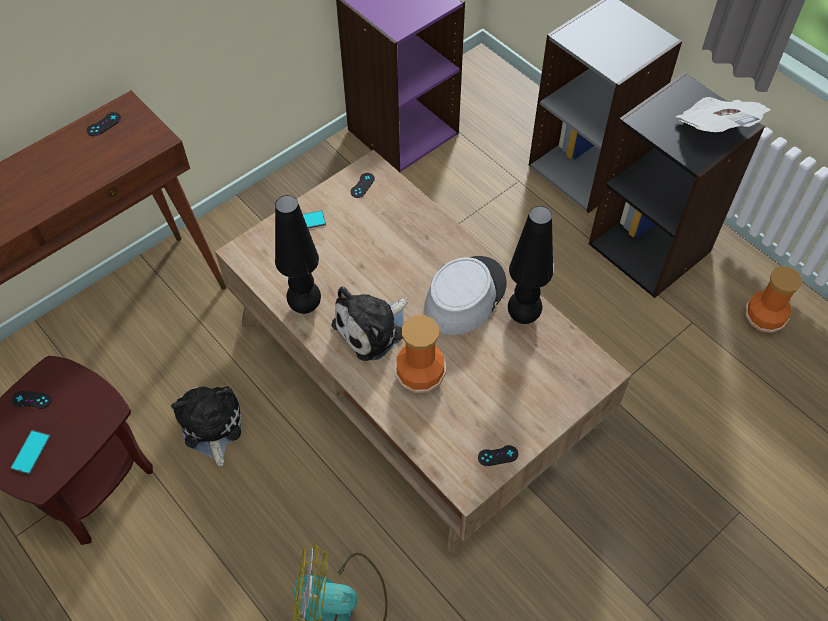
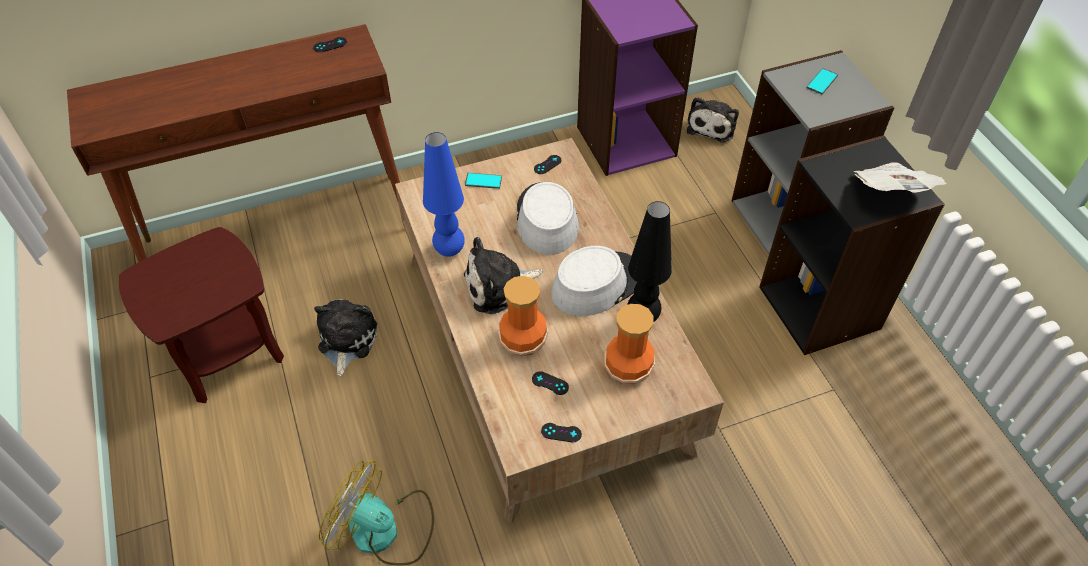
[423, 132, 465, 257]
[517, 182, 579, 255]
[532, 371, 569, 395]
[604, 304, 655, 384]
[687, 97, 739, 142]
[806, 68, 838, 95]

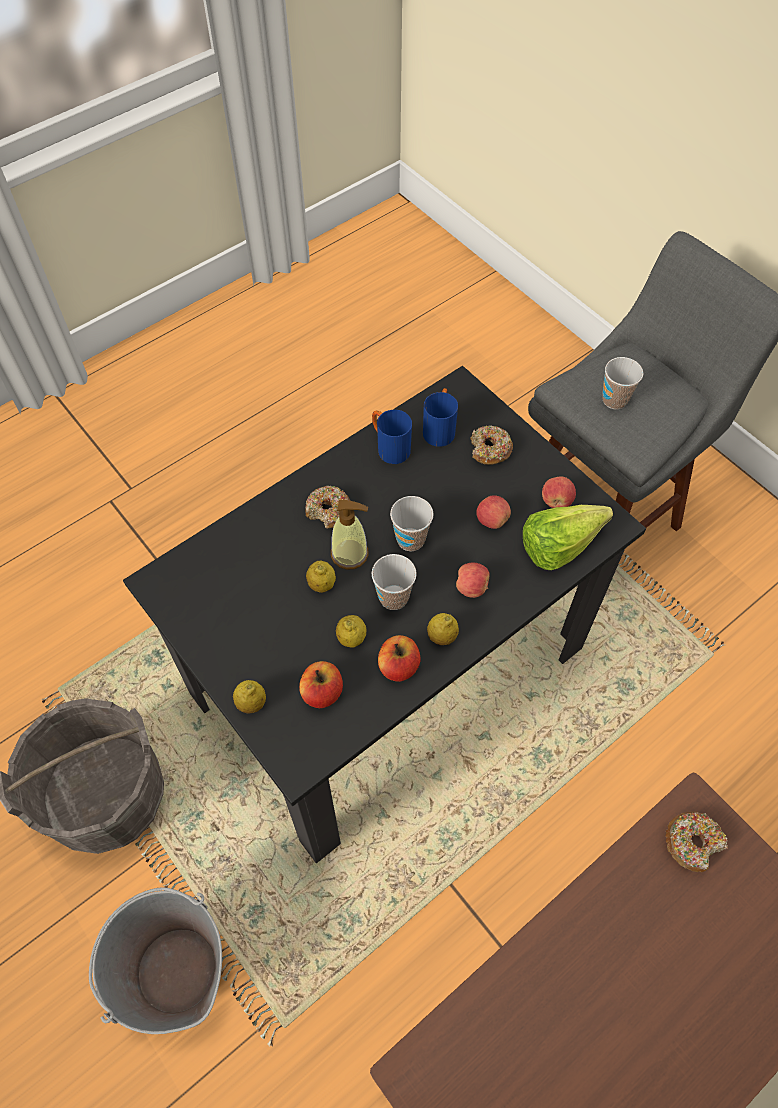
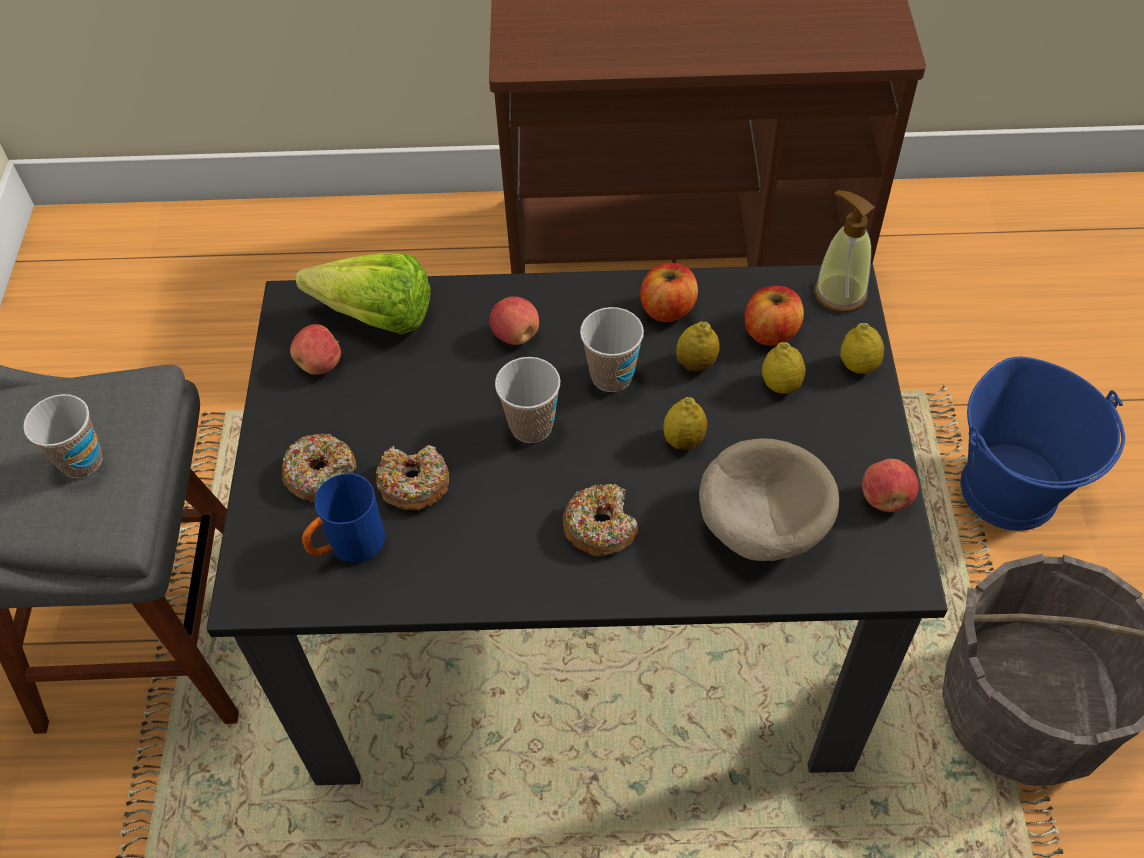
[376, 445, 449, 510]
[699, 438, 839, 561]
[762, 342, 806, 394]
[814, 190, 875, 312]
[862, 459, 919, 512]
[960, 357, 1125, 531]
[372, 410, 412, 464] (first image)

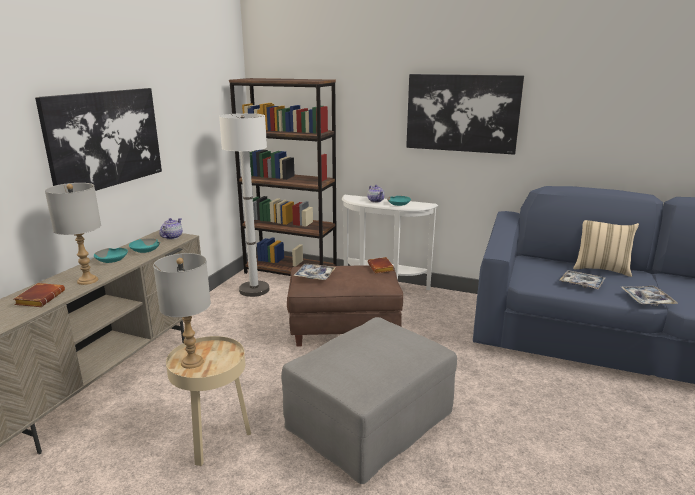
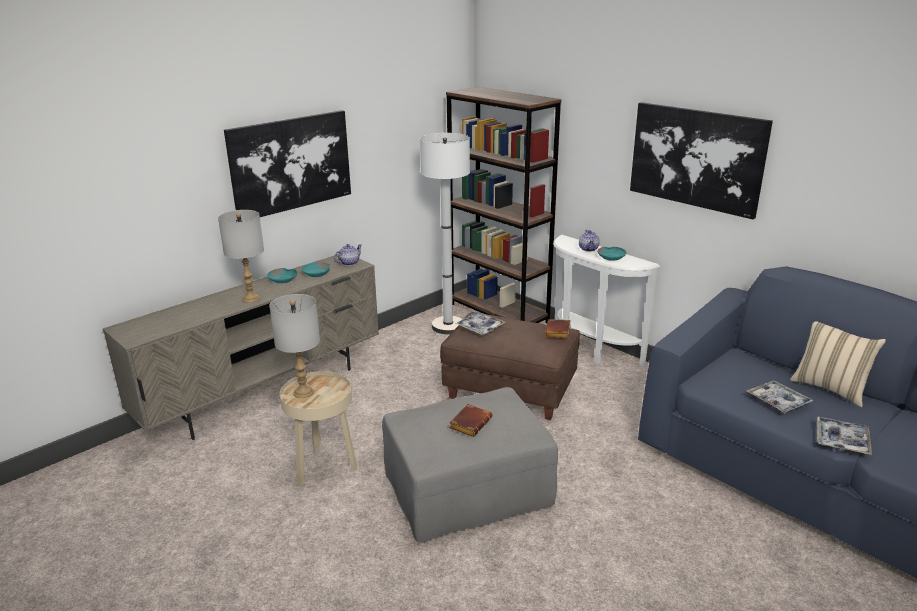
[449, 404, 492, 437]

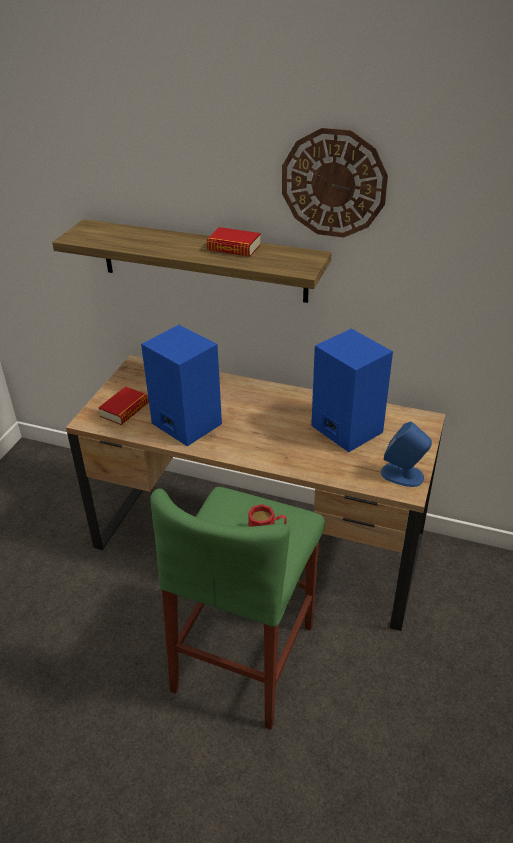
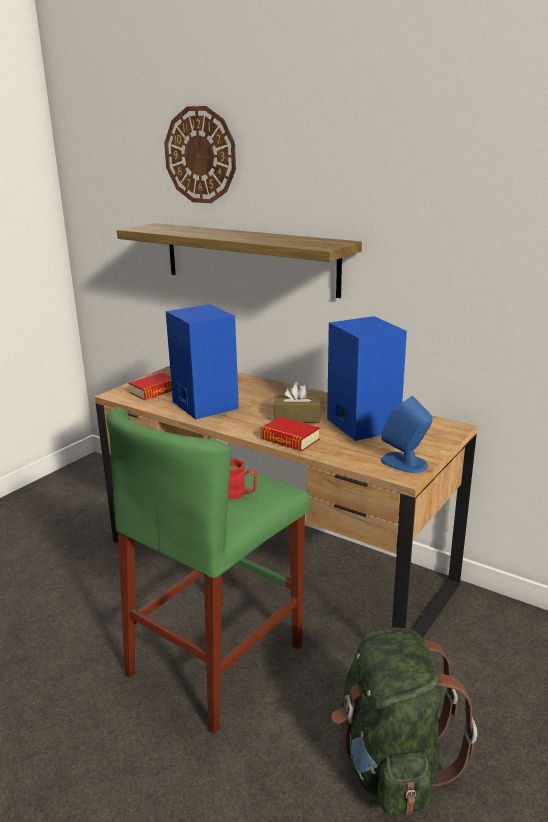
[164, 106, 236, 203]
[260, 417, 320, 451]
[274, 382, 321, 423]
[331, 628, 477, 816]

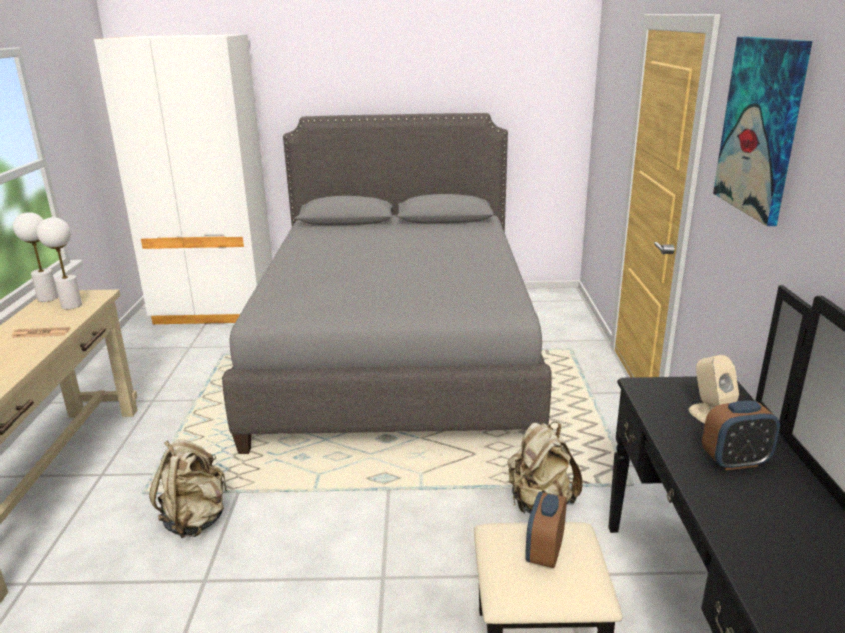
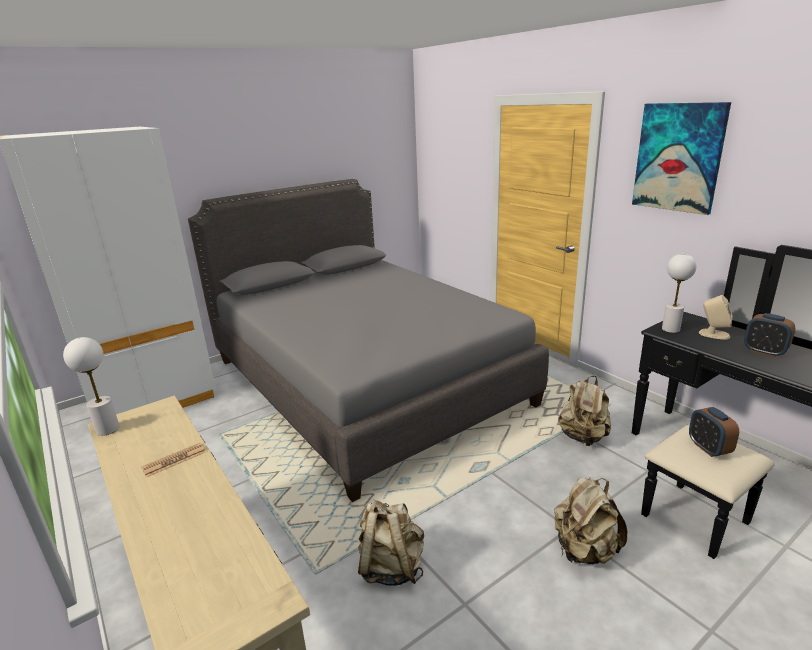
[554, 477, 627, 564]
[662, 254, 697, 333]
[744, 313, 795, 357]

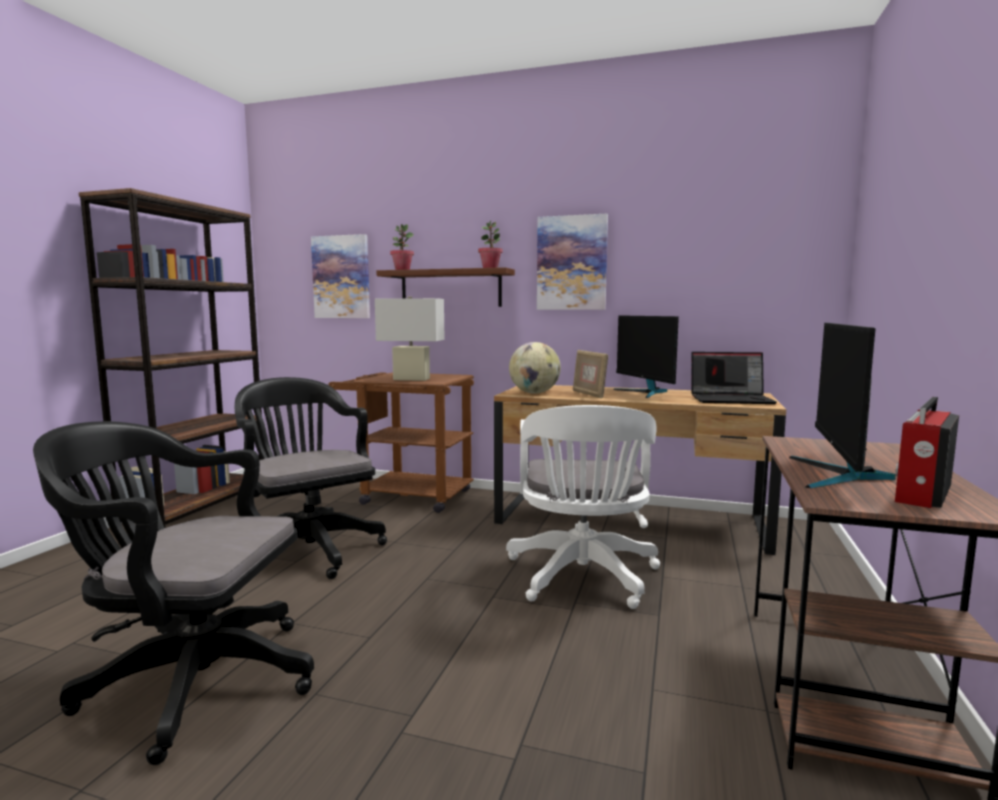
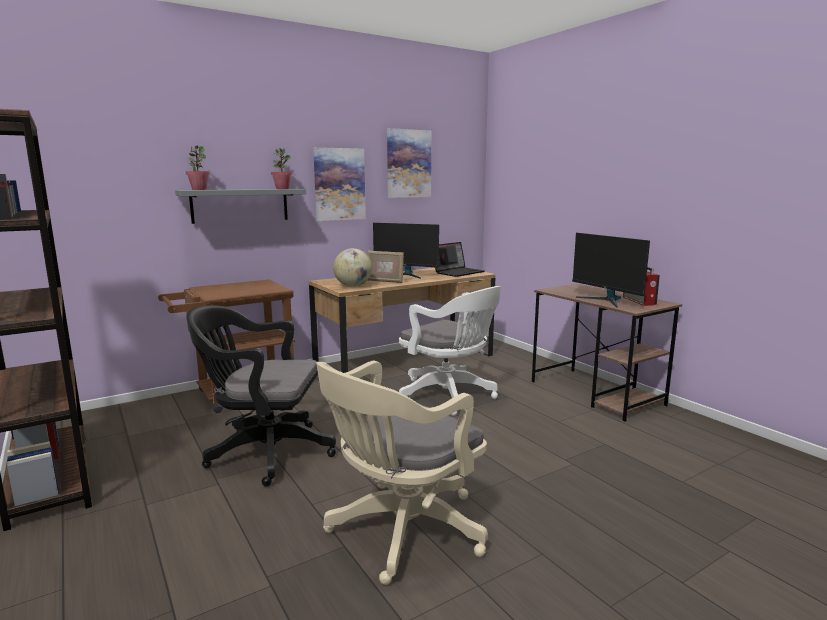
[175, 189, 306, 224]
[316, 361, 488, 585]
[387, 128, 431, 198]
[375, 297, 444, 381] (first image)

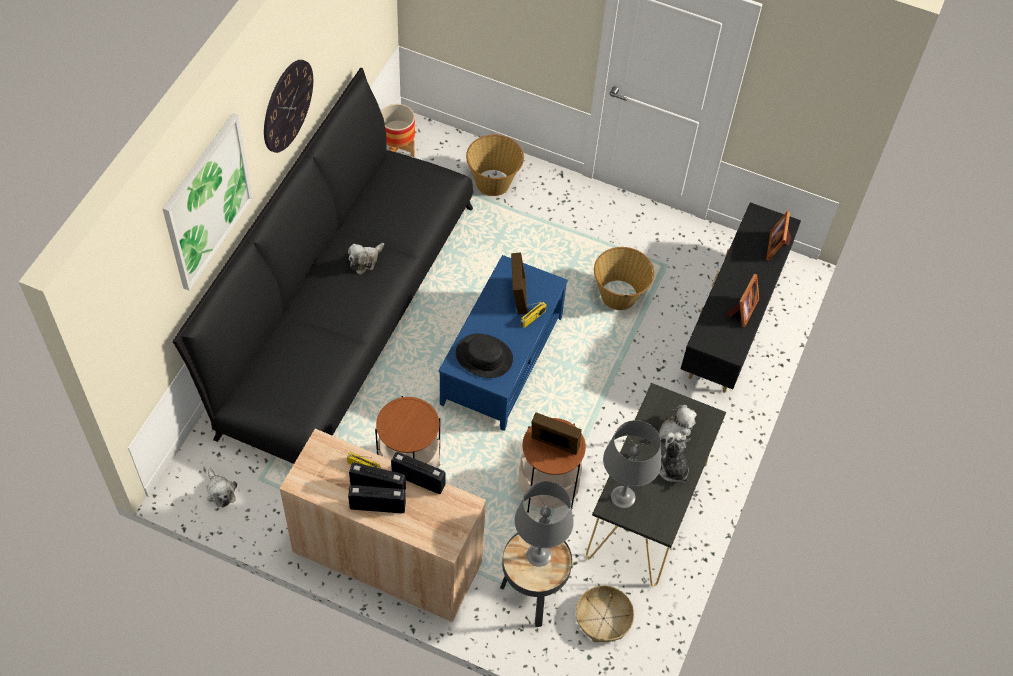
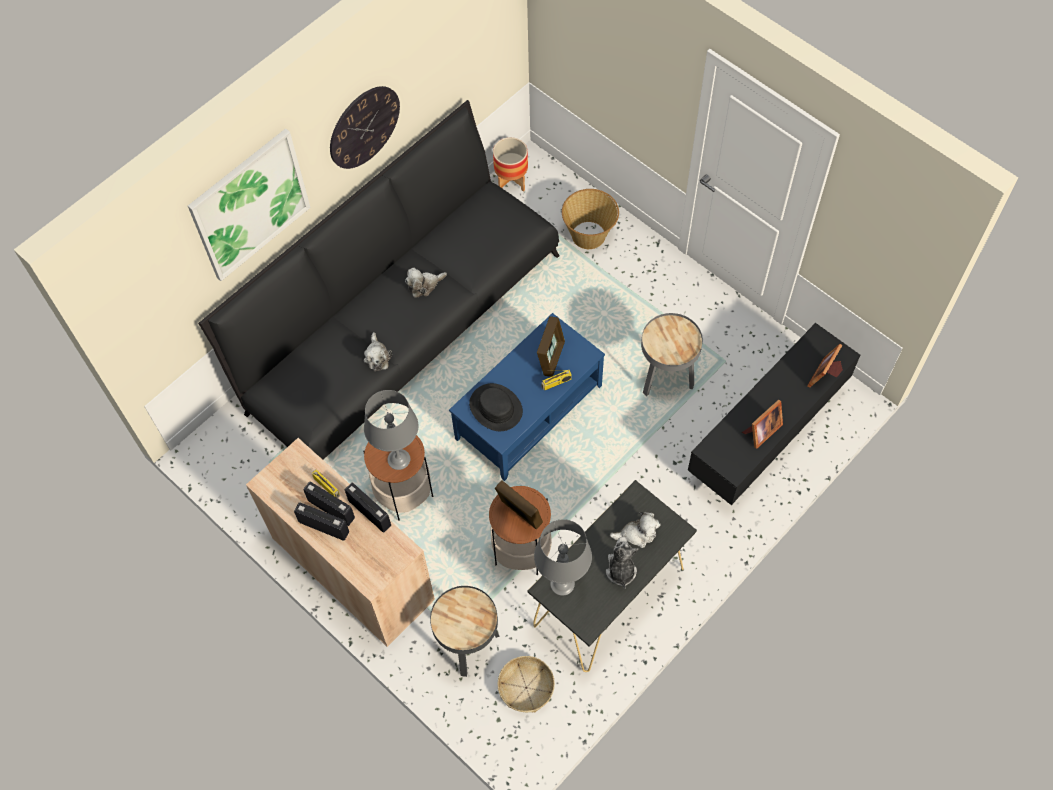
[364, 332, 392, 371]
[364, 390, 418, 470]
[641, 313, 703, 396]

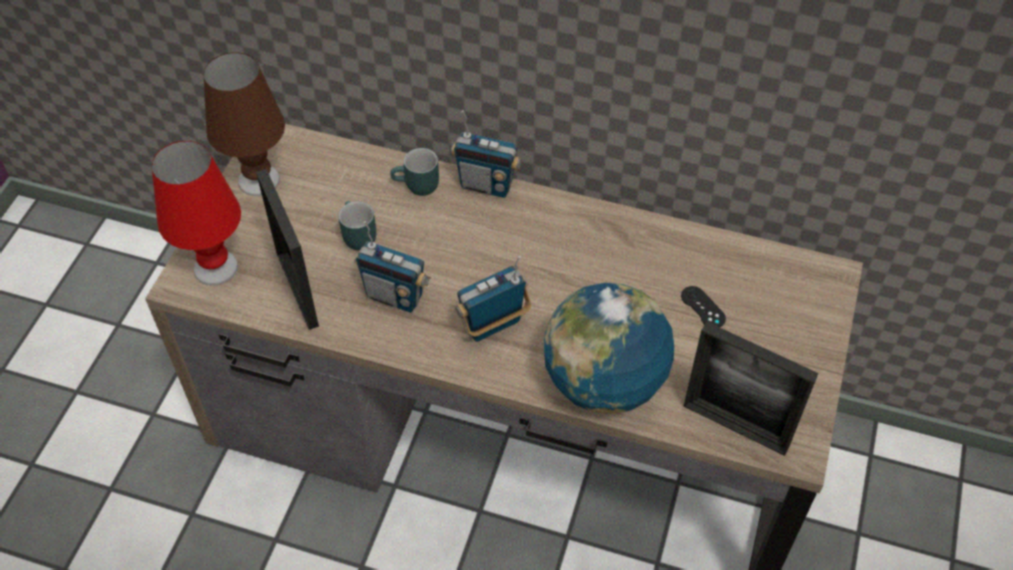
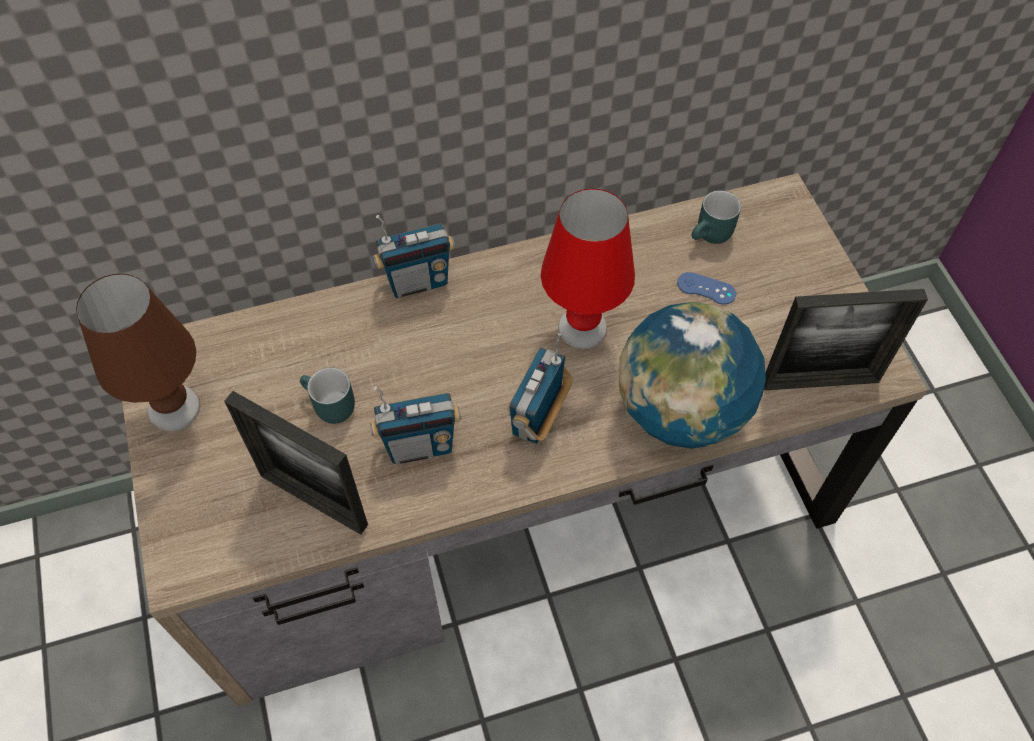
[541, 188, 635, 349]
[677, 272, 736, 305]
[691, 190, 741, 244]

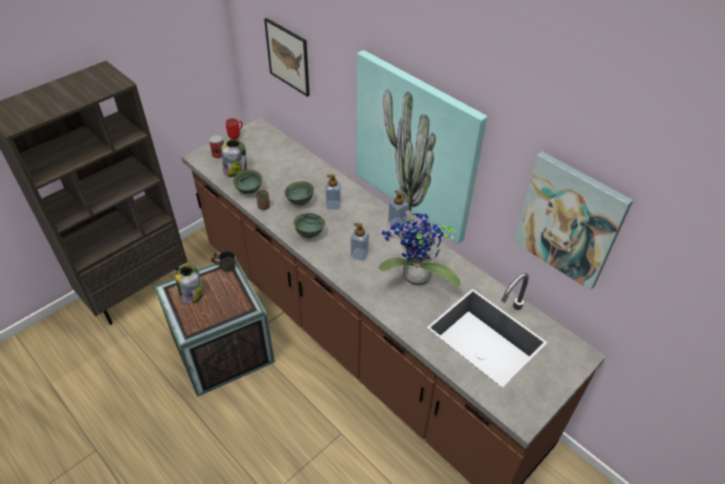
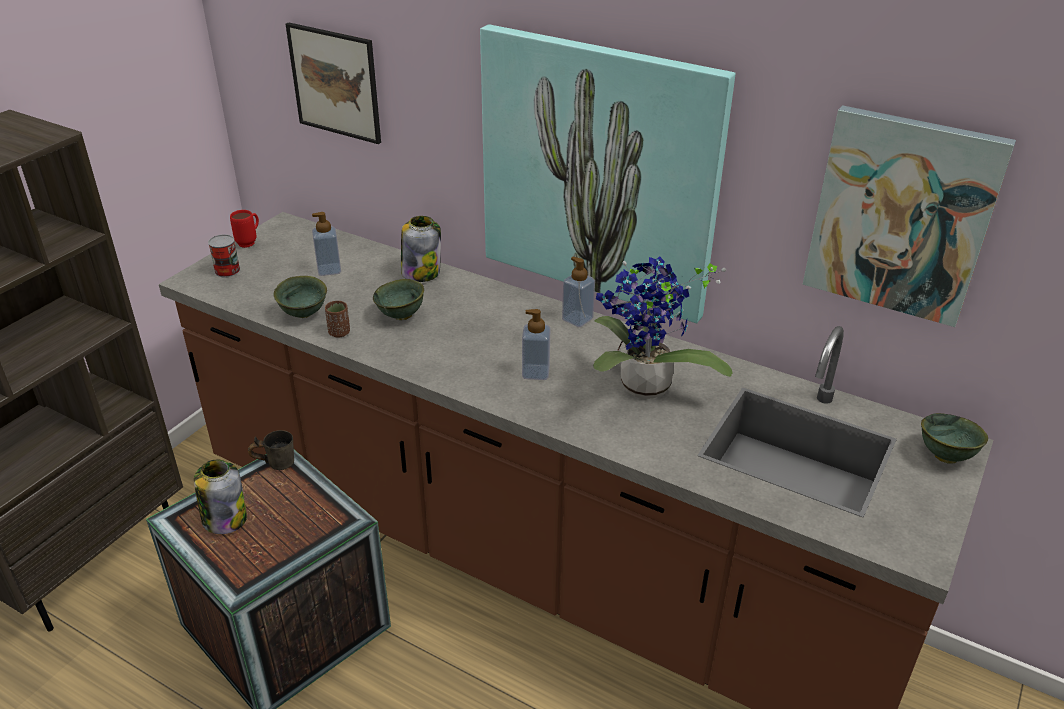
[312, 212, 341, 276]
[401, 216, 441, 282]
[921, 413, 988, 464]

